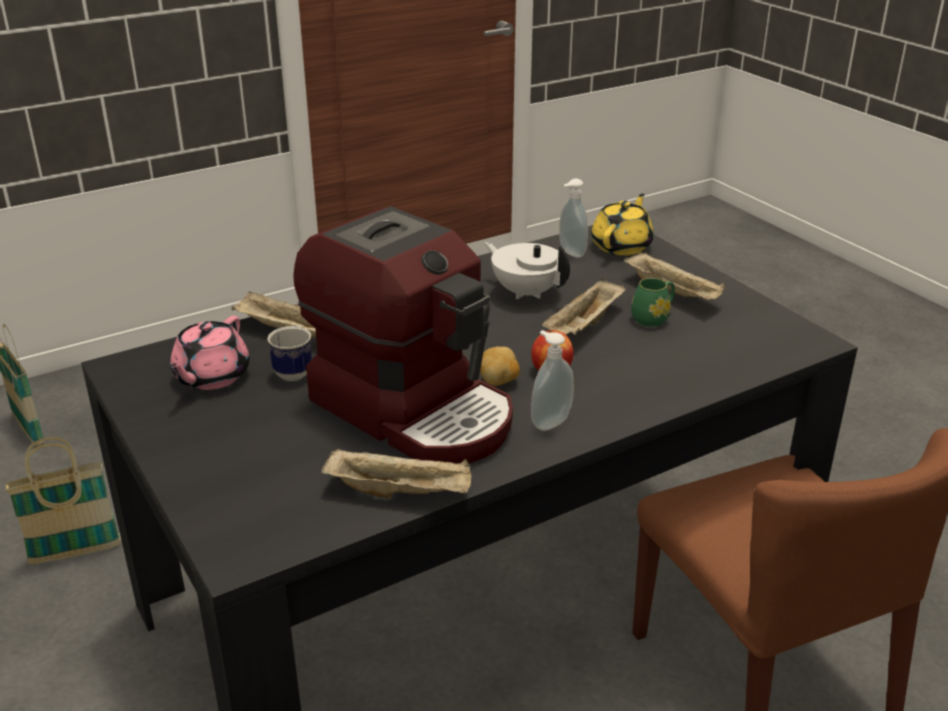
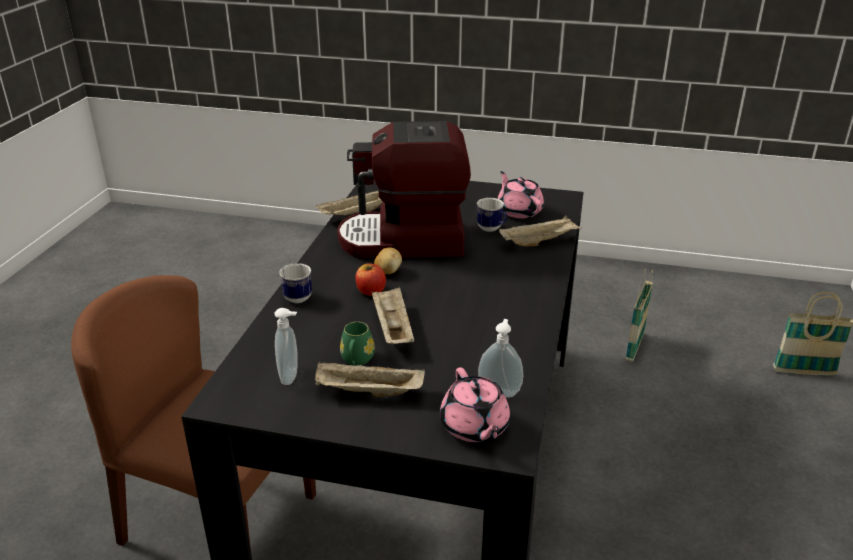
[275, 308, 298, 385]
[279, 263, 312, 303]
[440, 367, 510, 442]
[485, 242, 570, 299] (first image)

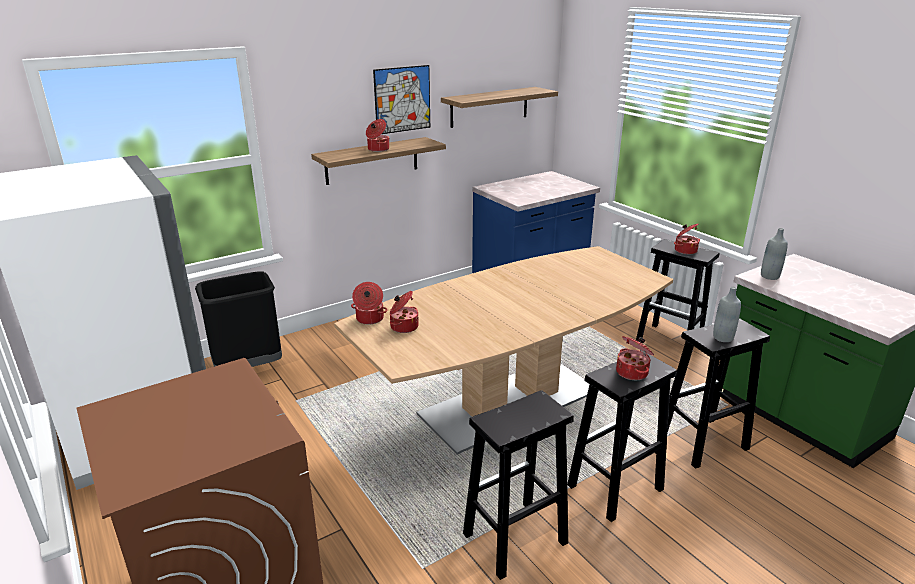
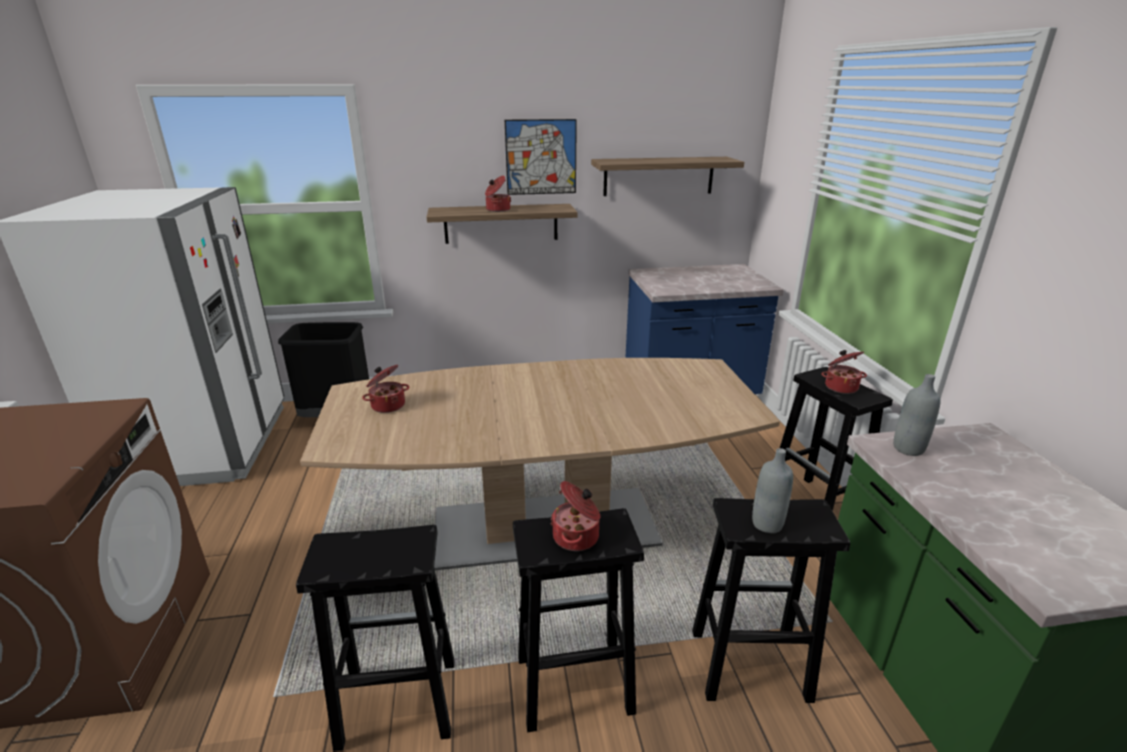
[351, 282, 388, 325] (first image)

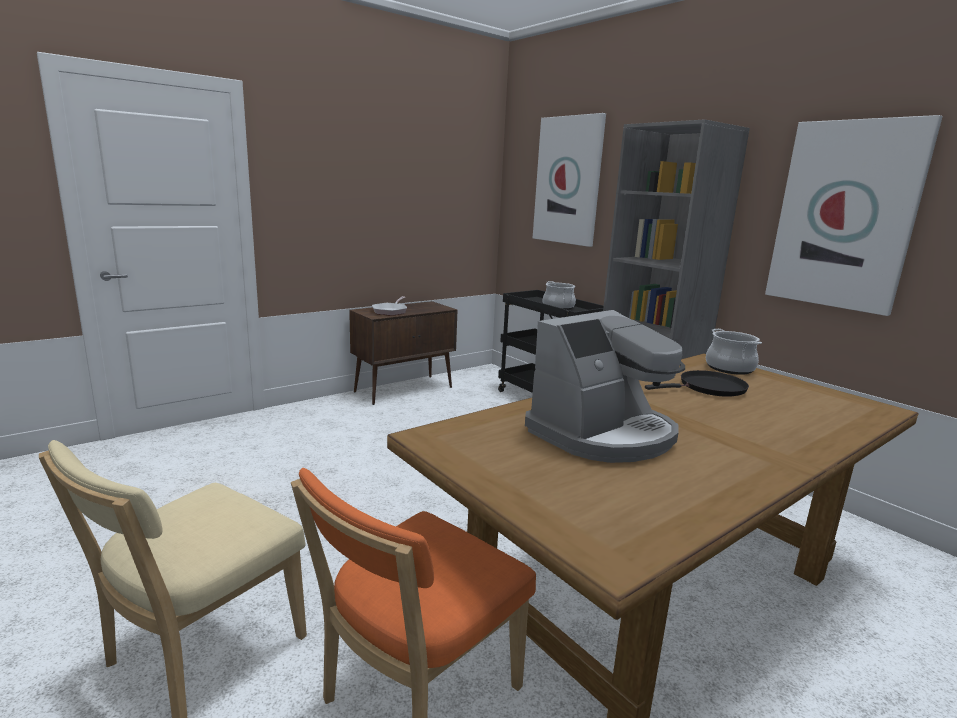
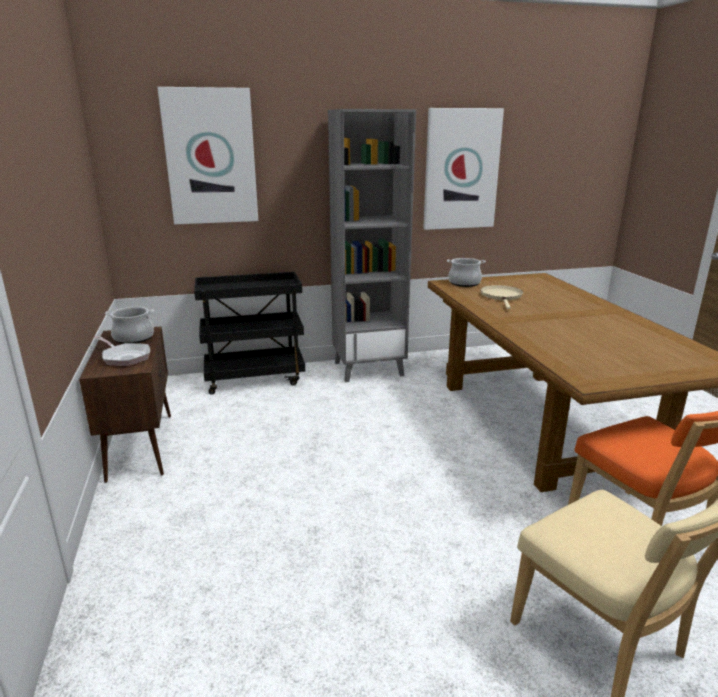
[105, 307, 154, 344]
[481, 285, 523, 309]
[525, 310, 685, 463] (first image)

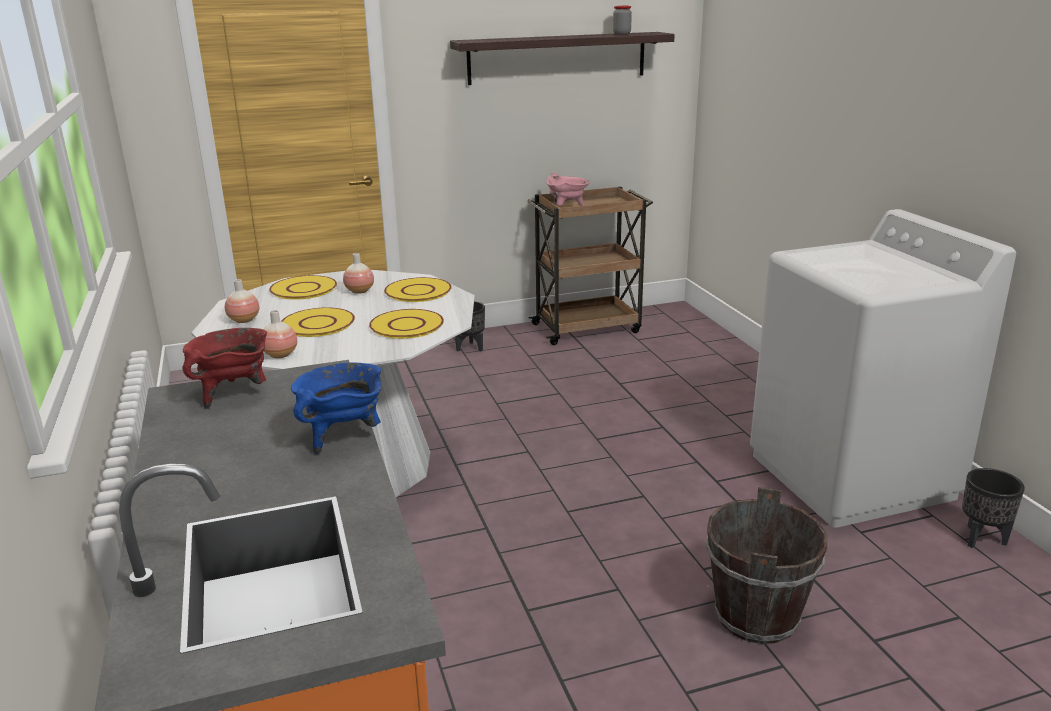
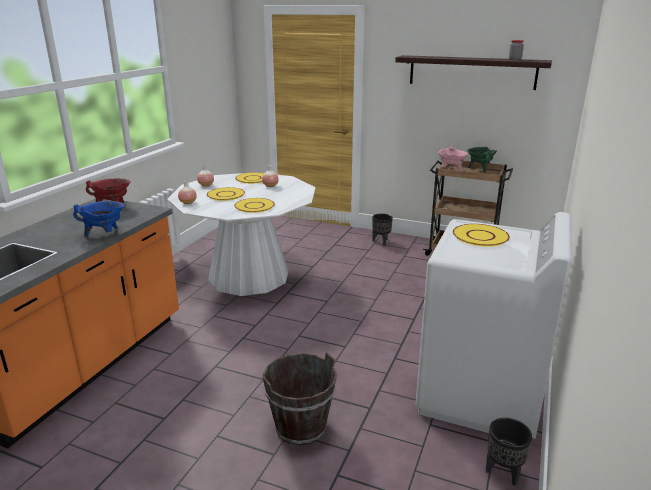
[453, 224, 510, 247]
[467, 147, 497, 173]

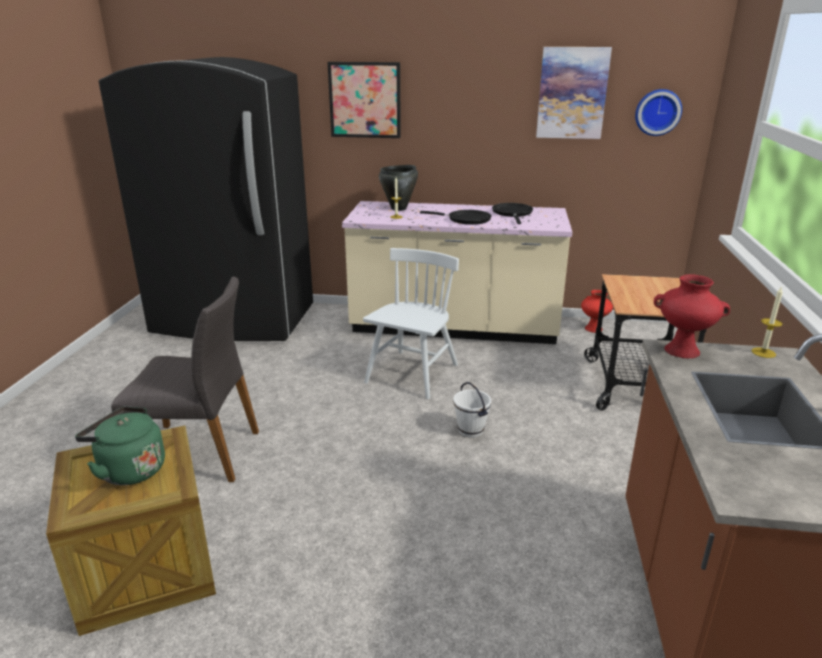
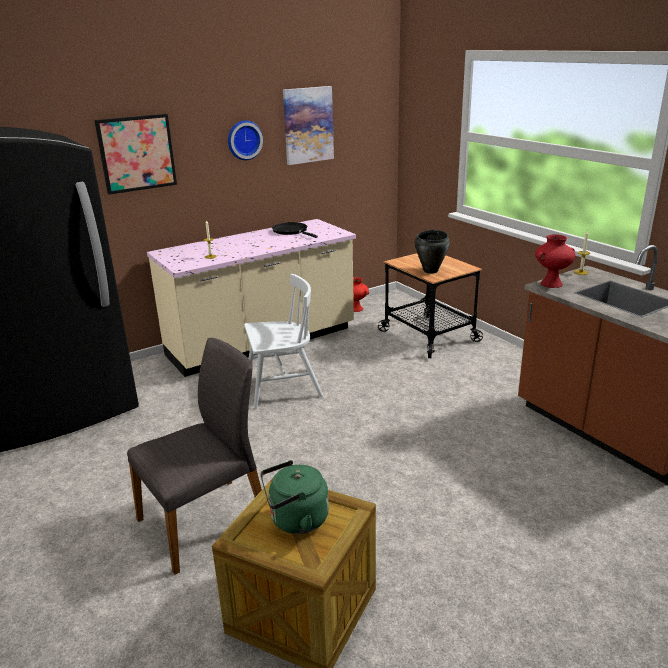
[228, 120, 263, 160]
[244, 274, 323, 408]
[414, 230, 450, 274]
[420, 210, 492, 225] (first image)
[453, 382, 491, 438] (first image)

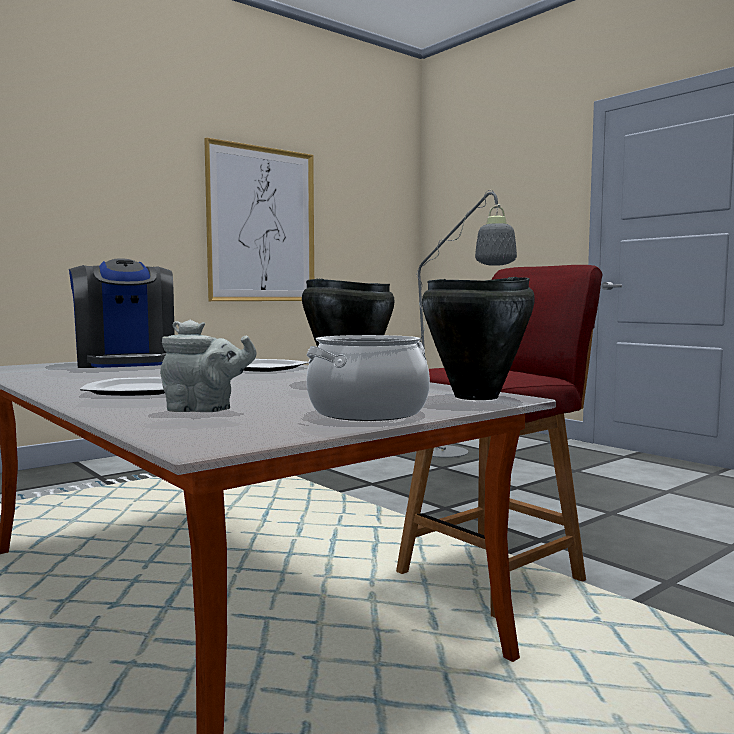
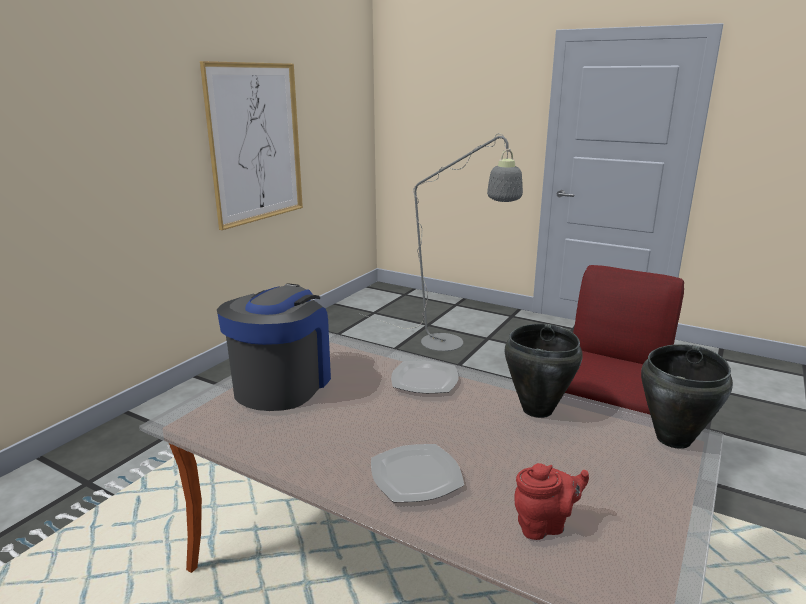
[217, 284, 331, 411]
[514, 463, 589, 540]
[306, 335, 430, 421] (first image)

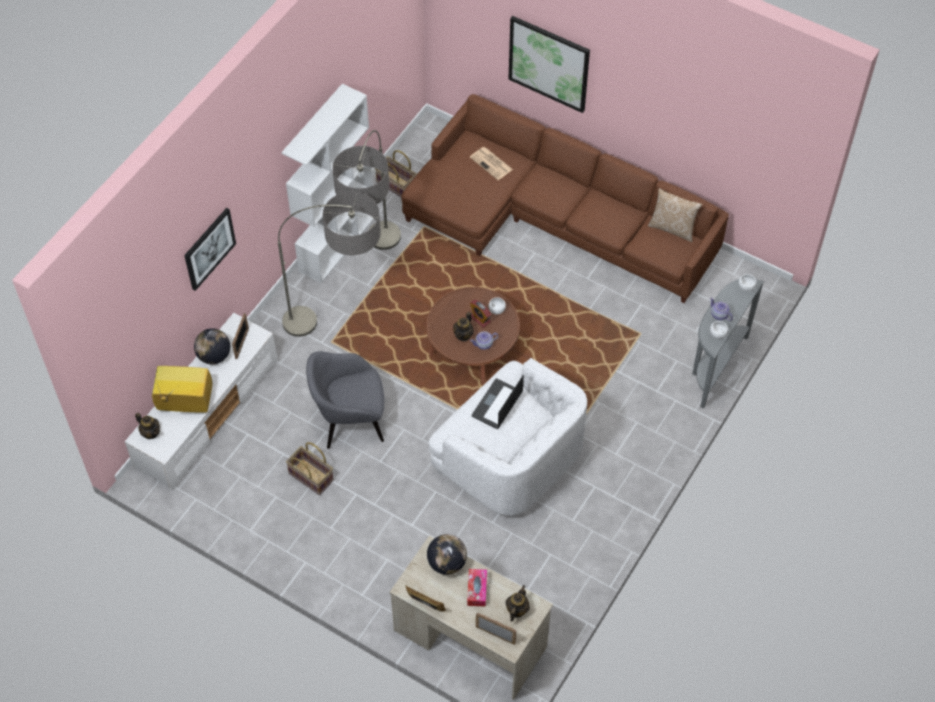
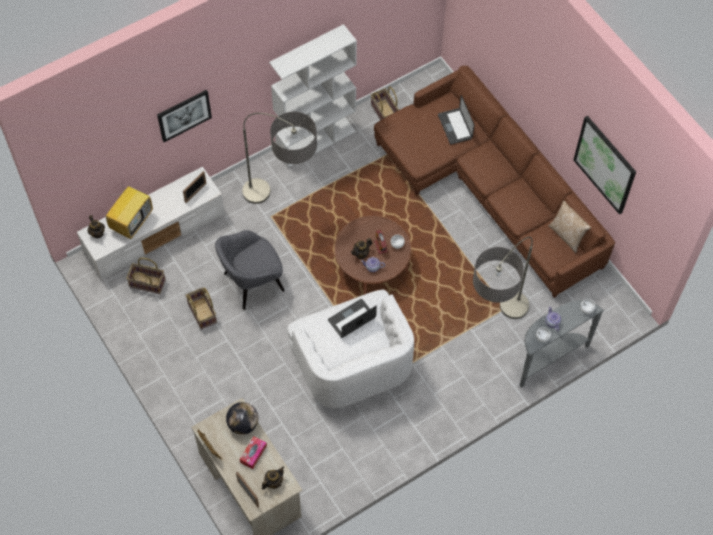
[106, 179, 153, 239]
[126, 258, 166, 294]
[215, 230, 285, 310]
[438, 95, 474, 145]
[473, 237, 533, 319]
[573, 116, 636, 215]
[194, 328, 230, 364] (first image)

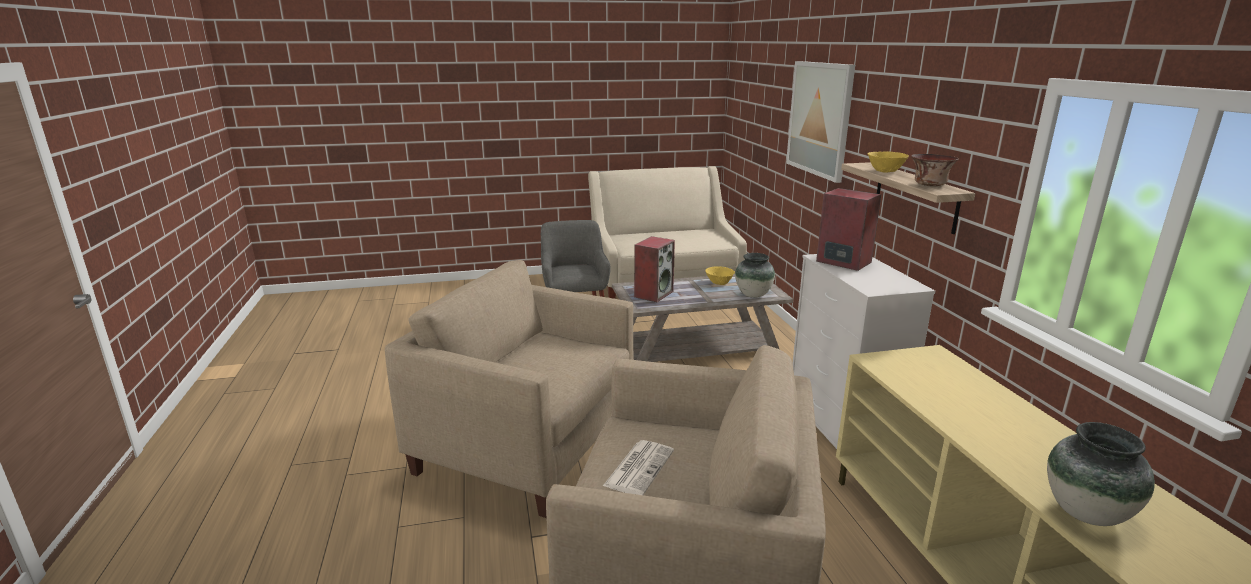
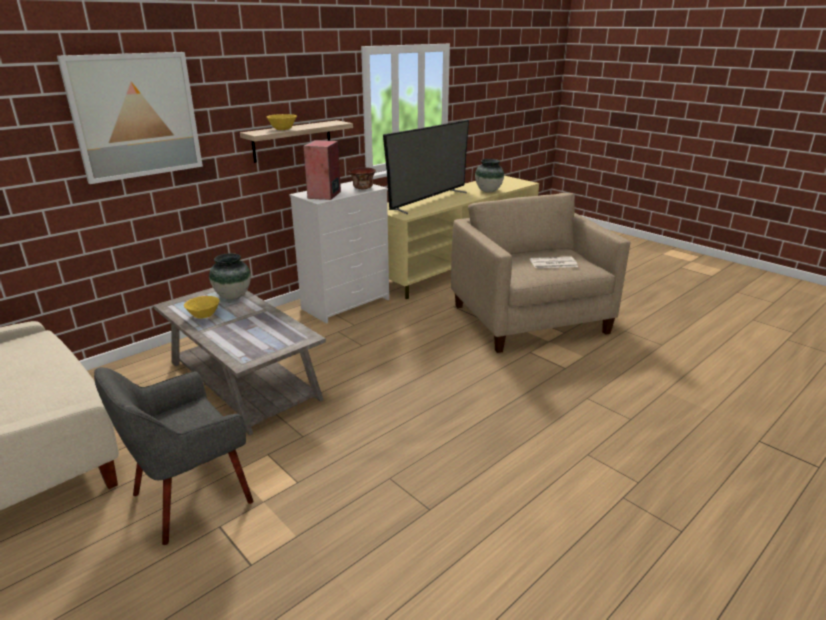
[348, 167, 376, 189]
[383, 120, 469, 214]
[385, 260, 633, 518] (first image)
[634, 236, 675, 302] (first image)

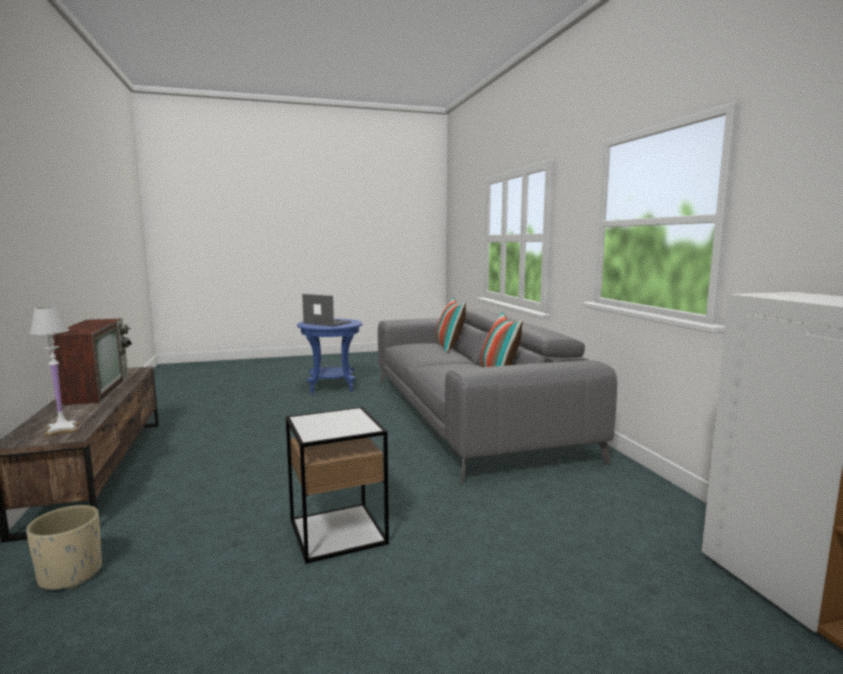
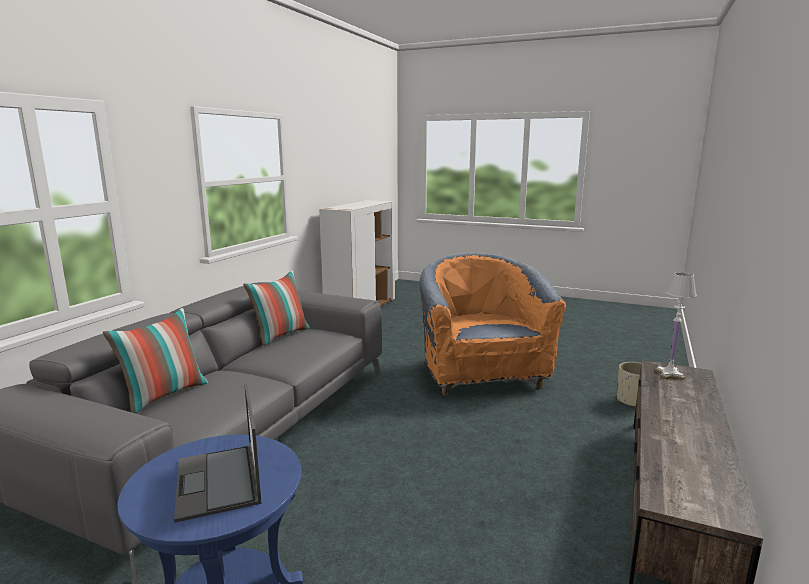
[419, 253, 566, 396]
[49, 319, 132, 405] (first image)

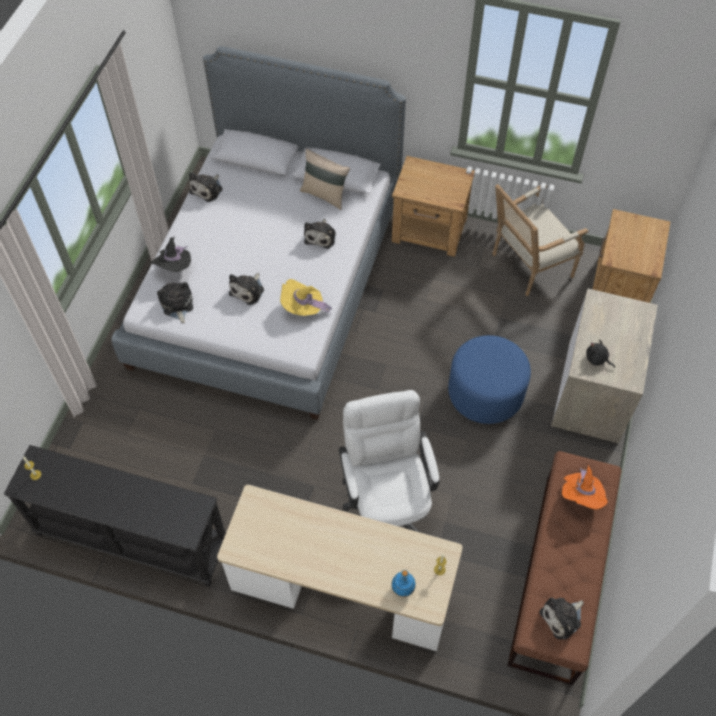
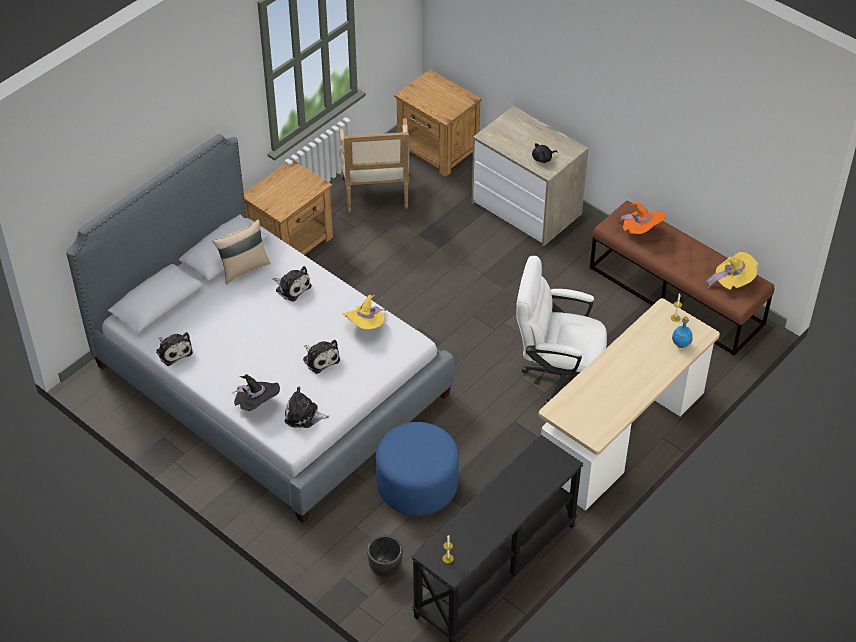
[367, 535, 403, 577]
[376, 422, 459, 516]
[706, 252, 759, 290]

